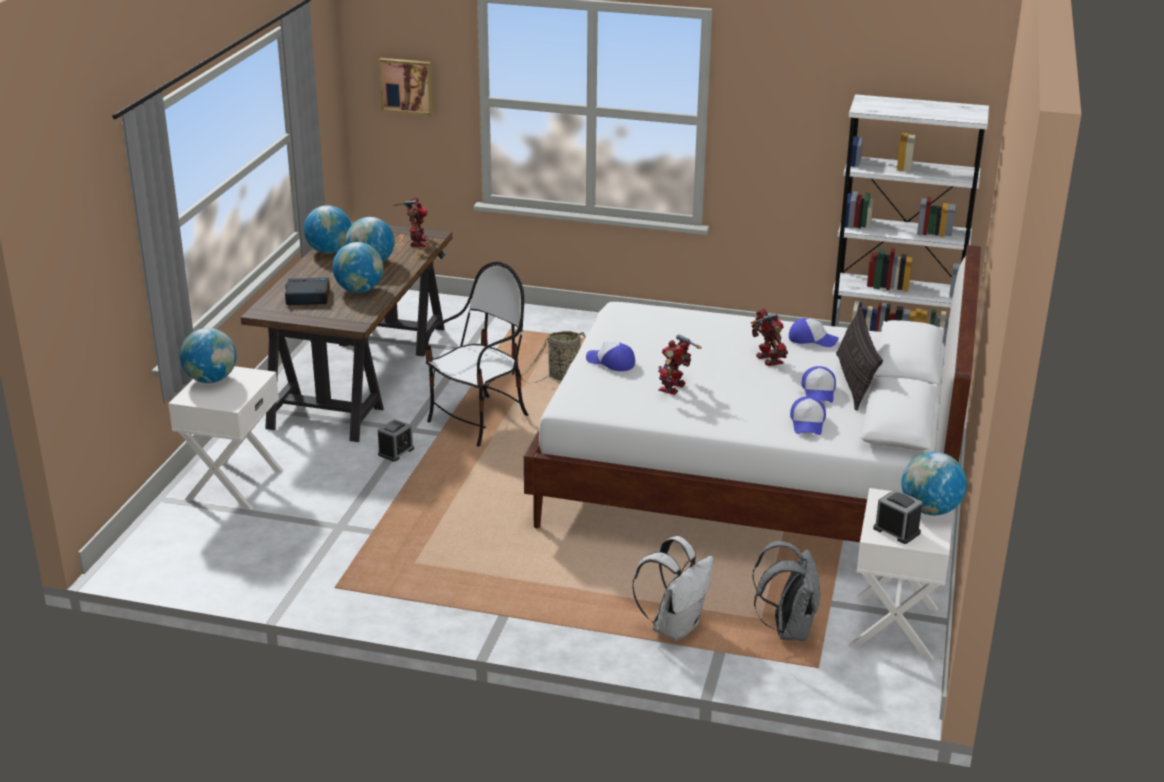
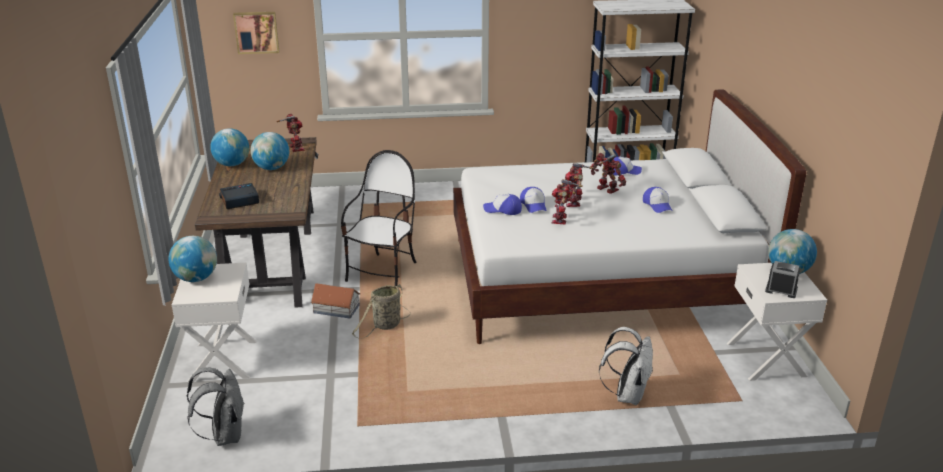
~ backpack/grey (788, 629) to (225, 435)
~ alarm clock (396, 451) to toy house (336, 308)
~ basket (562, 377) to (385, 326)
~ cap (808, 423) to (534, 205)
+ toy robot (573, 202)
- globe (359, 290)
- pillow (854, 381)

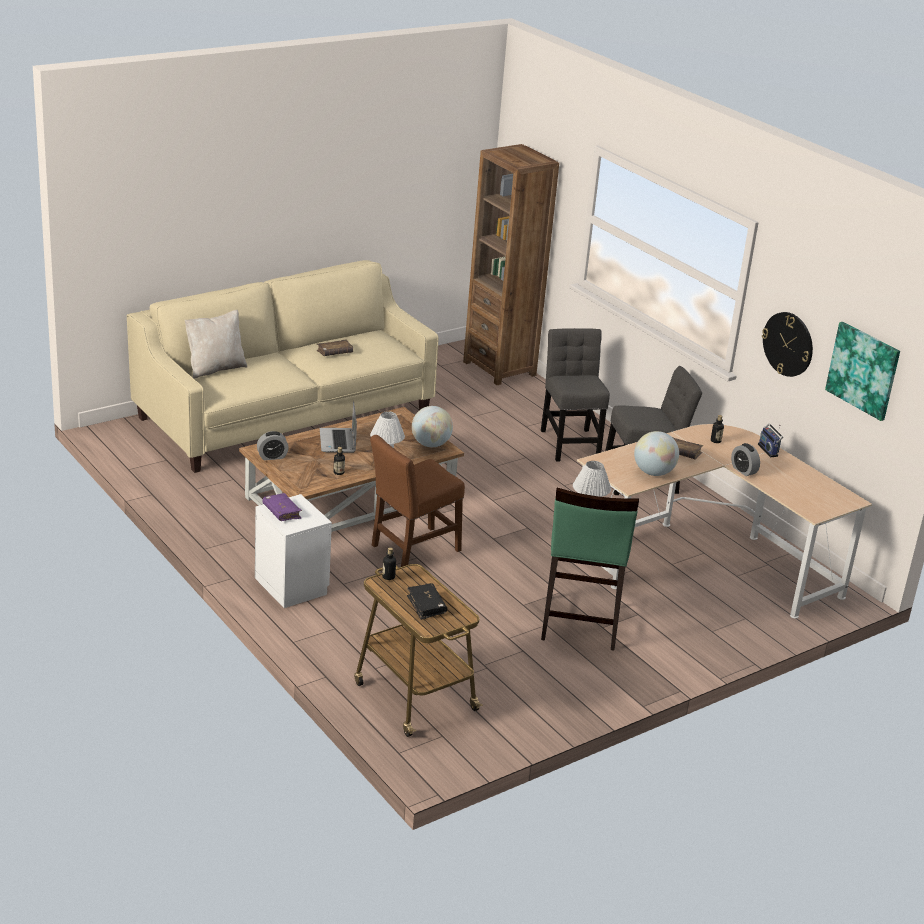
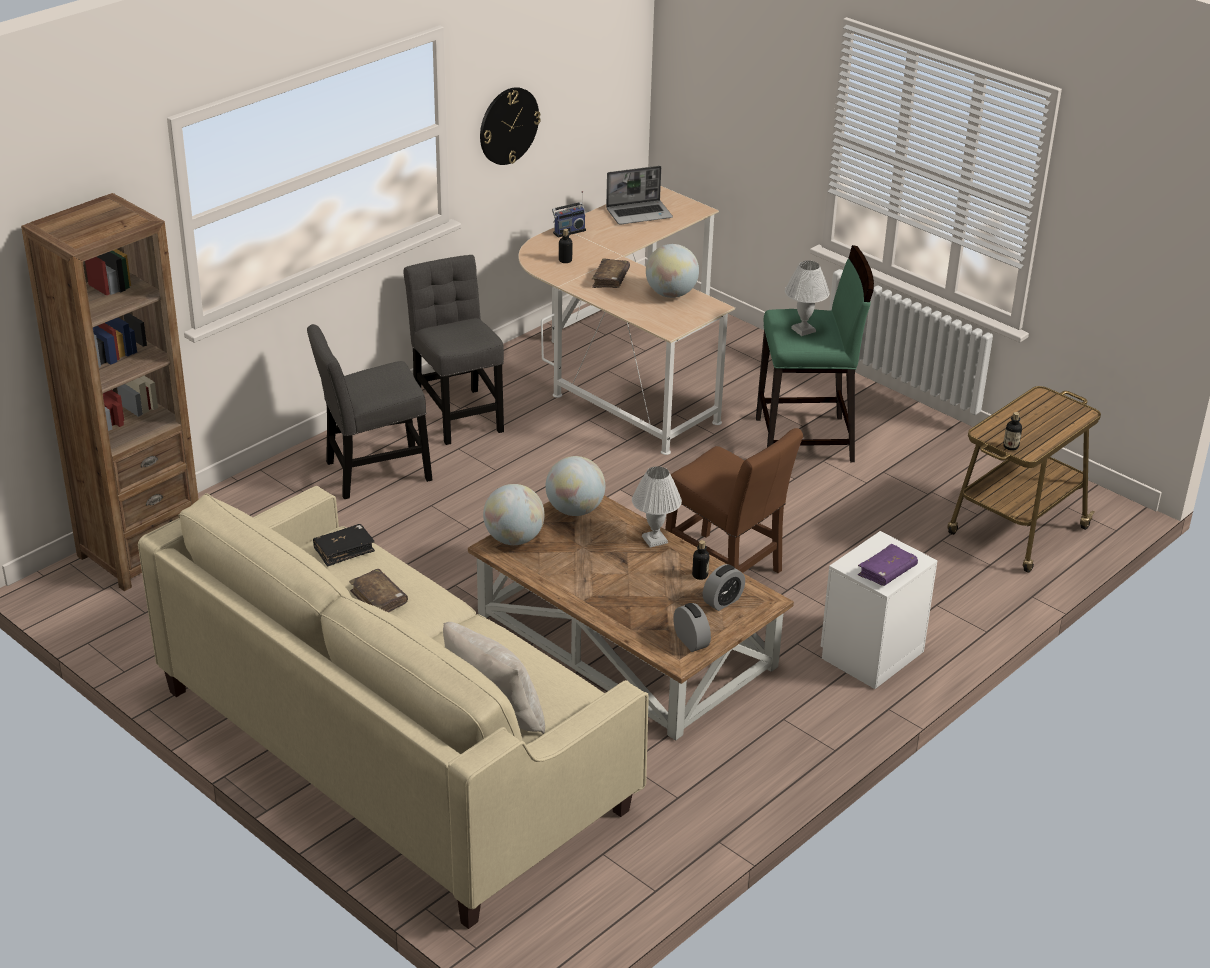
~ book/black (426, 606) to (344, 550)
+ globe (514, 539)
~ laptop (338, 442) to (639, 214)
~ alarm clock (743, 470) to (723, 601)
- picture (863, 370)

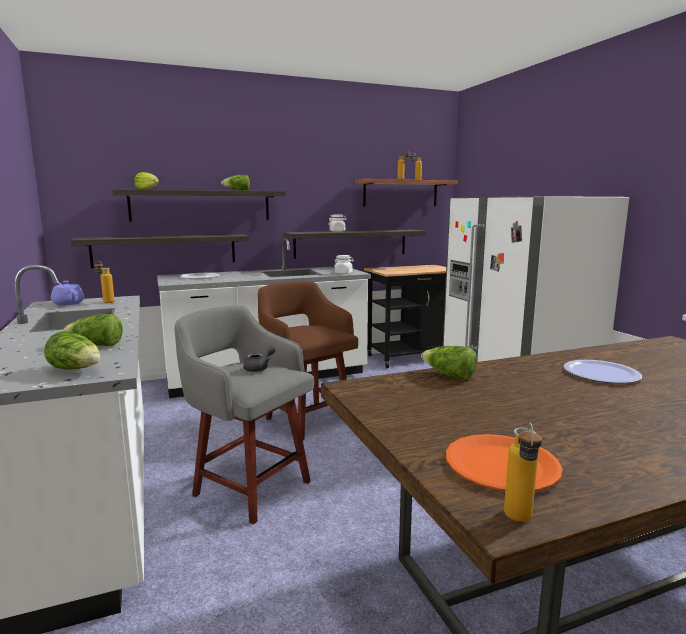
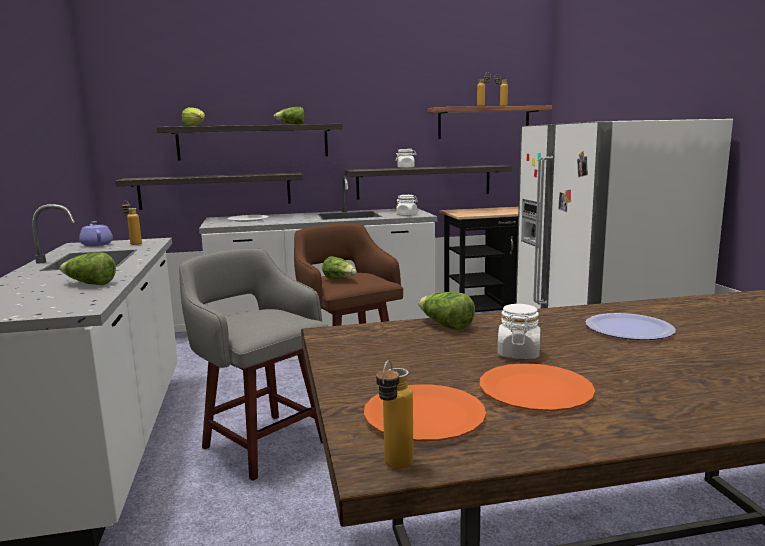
~ lettuce (77, 370) to (340, 279)
+ plate/orange (535, 390)
+ jar/white (518, 353)
- teapot/grey (259, 368)

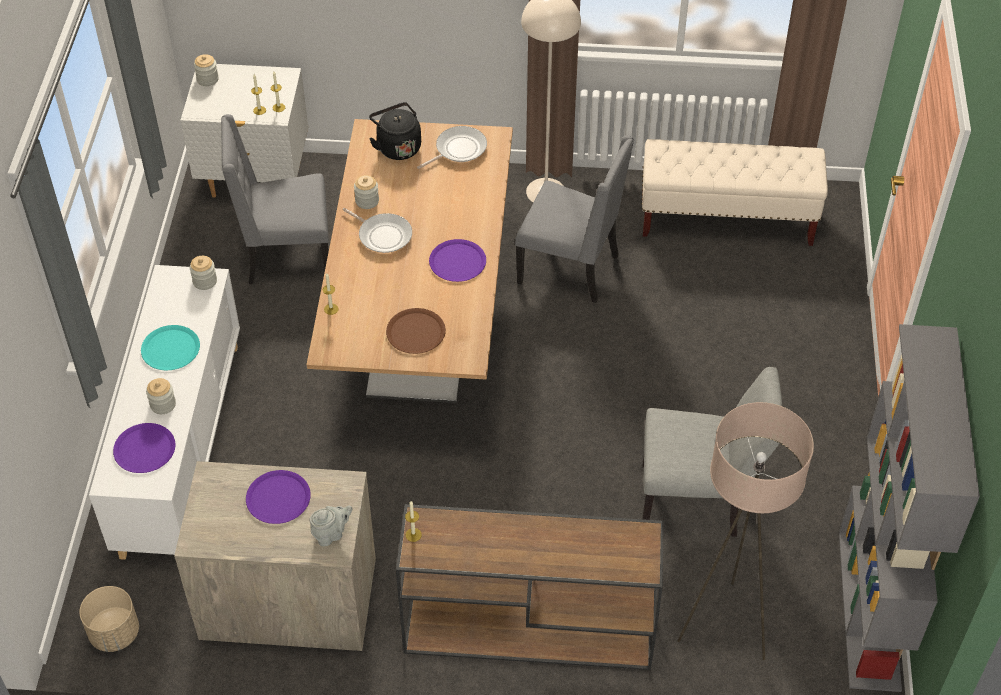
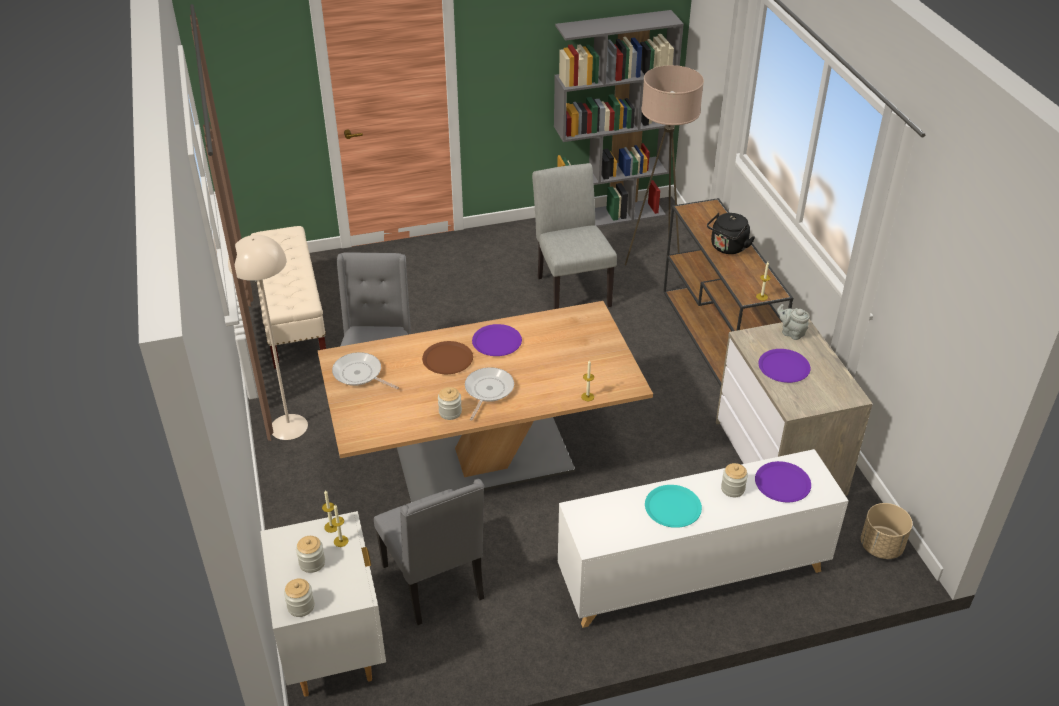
~ jar (205, 281) to (312, 563)
~ plate/brown (416, 332) to (447, 359)
~ kettle/black (397, 146) to (727, 248)

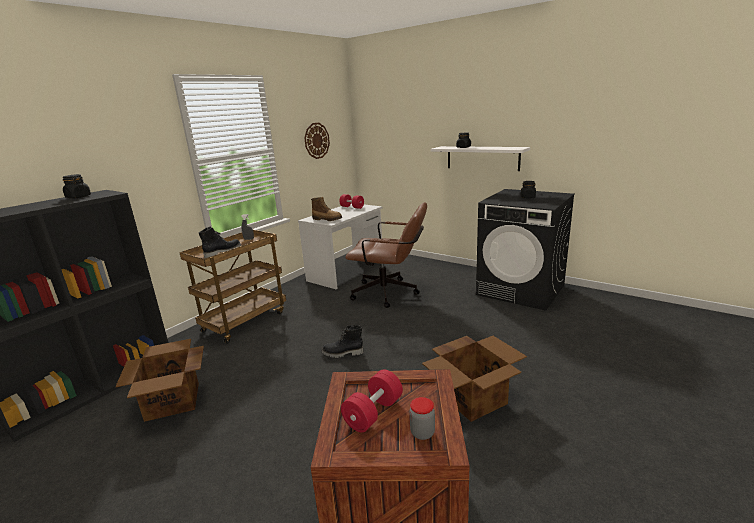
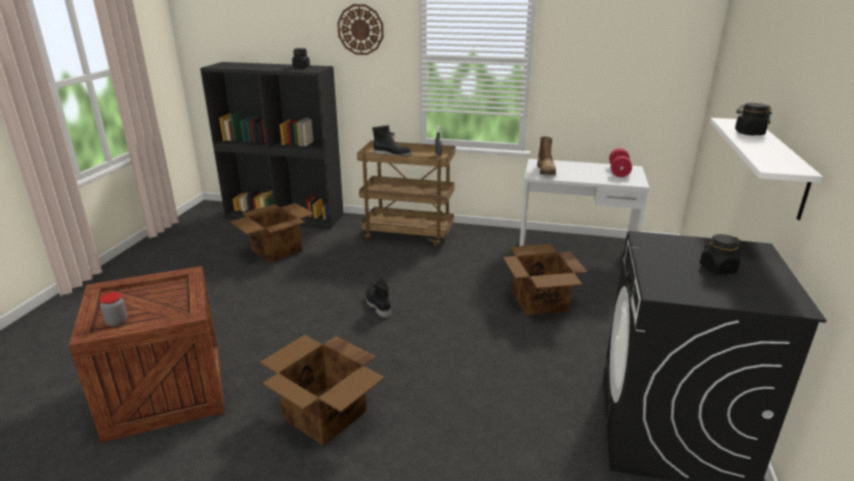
~ wall clock (316, 140) to (360, 29)
~ office chair/brown (390, 293) to cardboard box (540, 302)
- dumbbell/red (373, 413)

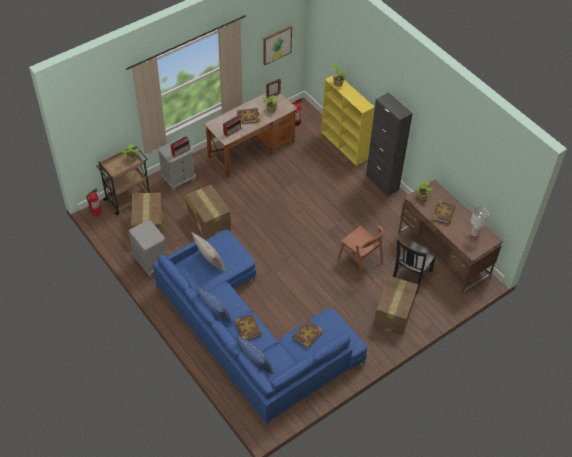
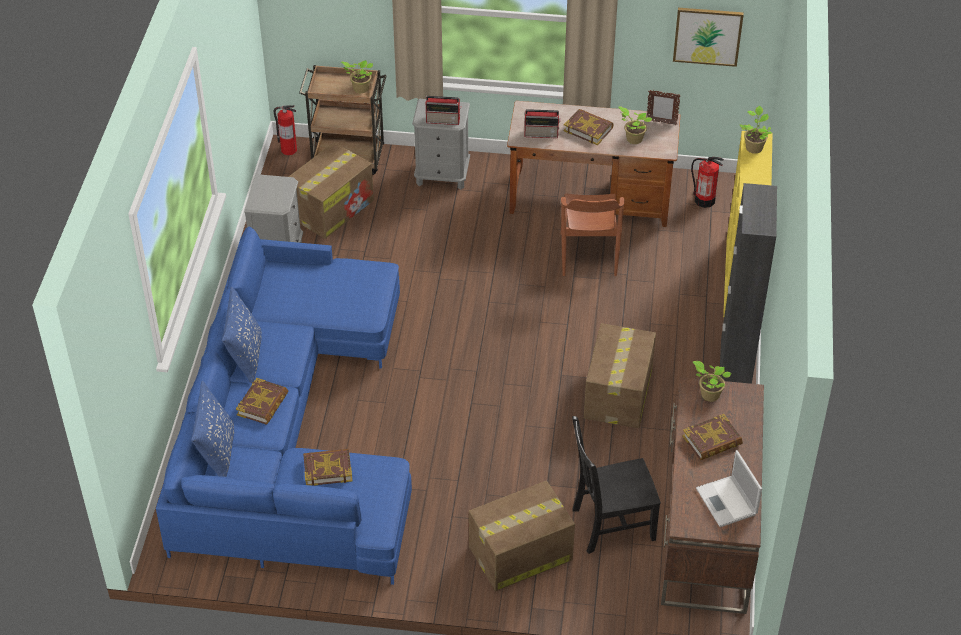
~ chair/brown (360, 261) to (588, 254)
~ cardboard box (209, 221) to (618, 394)
~ table lamp/white (475, 233) to laptop (727, 502)
- pillow/grey (209, 261)

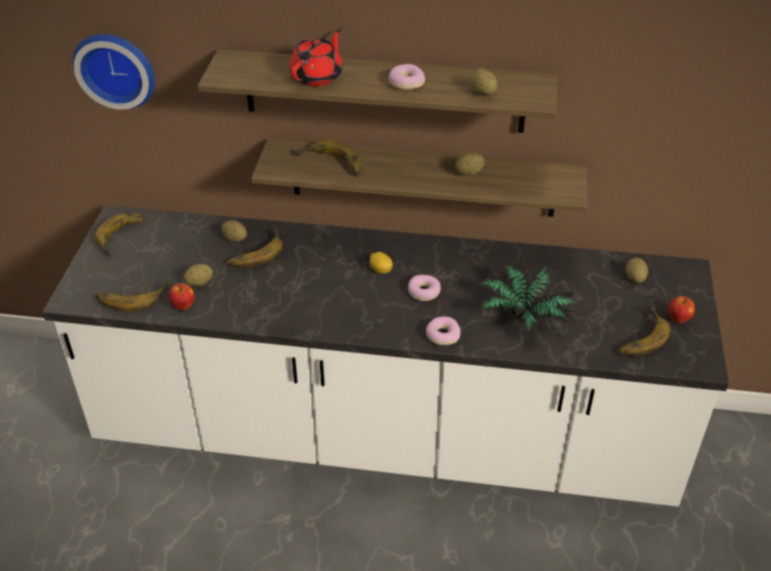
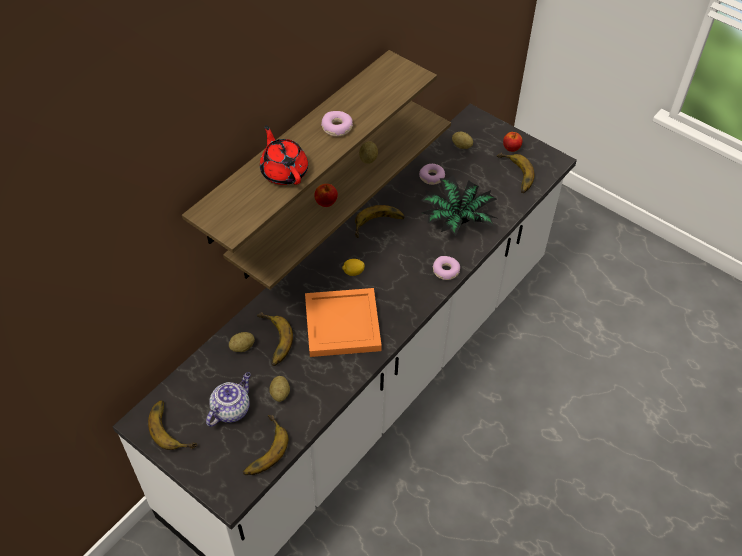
+ teapot (231, 409)
+ tray/orange (341, 323)
~ apple (183, 305) to (326, 202)
~ banana (331, 164) to (379, 226)
~ donut (424, 292) to (432, 177)
- wall clock (116, 68)
- potato (482, 92)

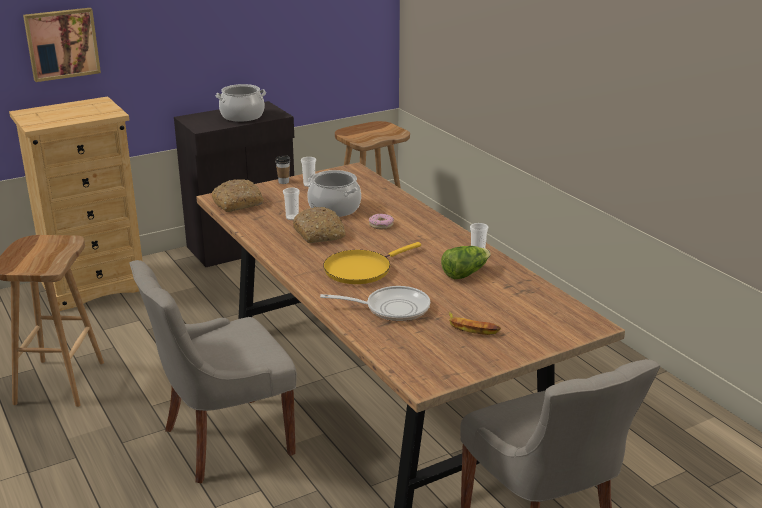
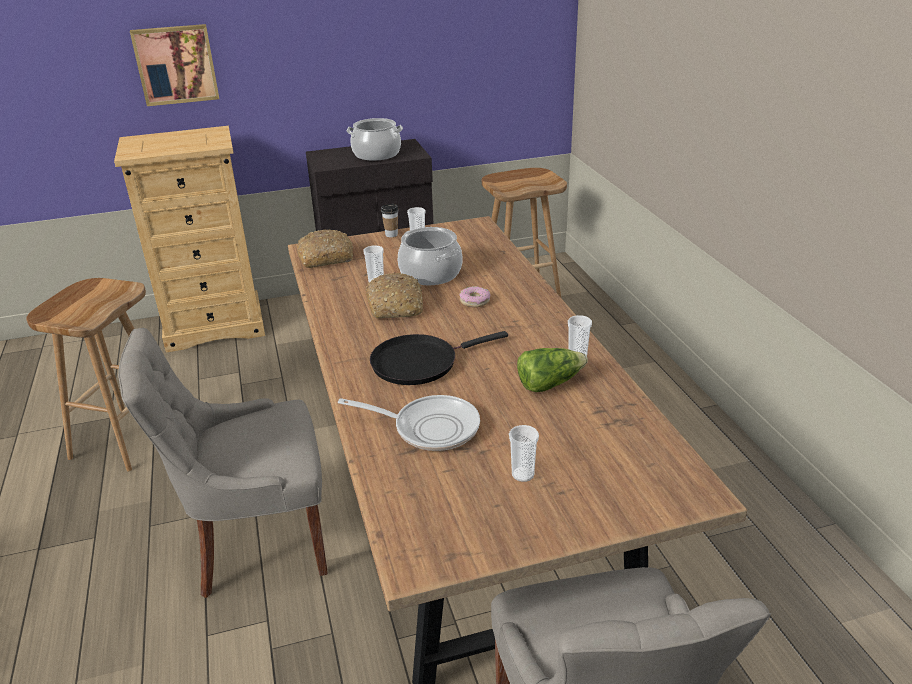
~ frying pan/yellow (361, 269) to frying pan/black (419, 363)
~ banana (472, 328) to cup (523, 474)

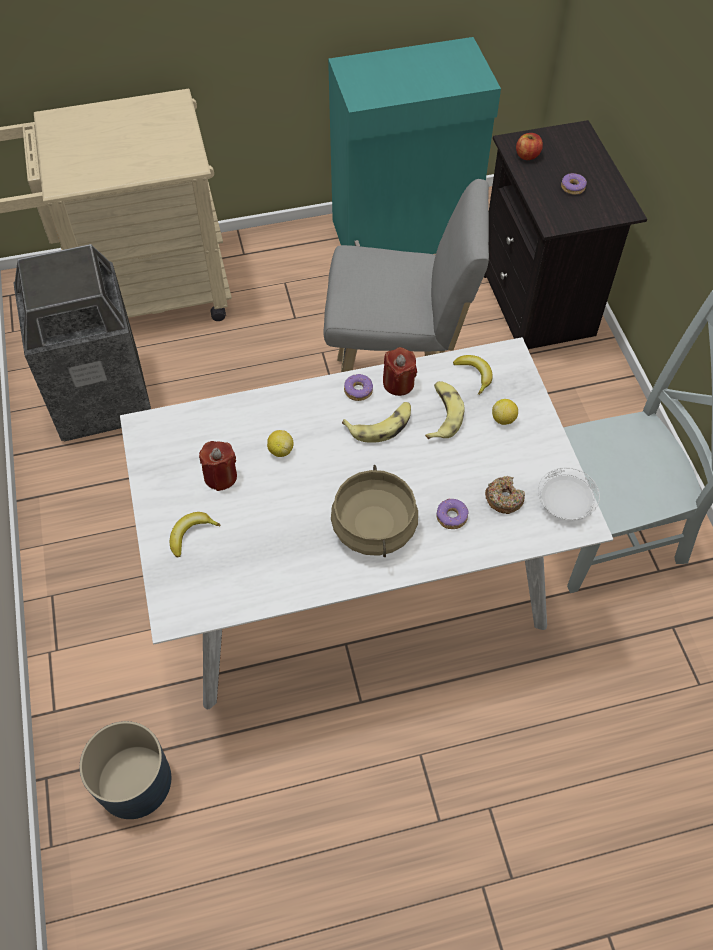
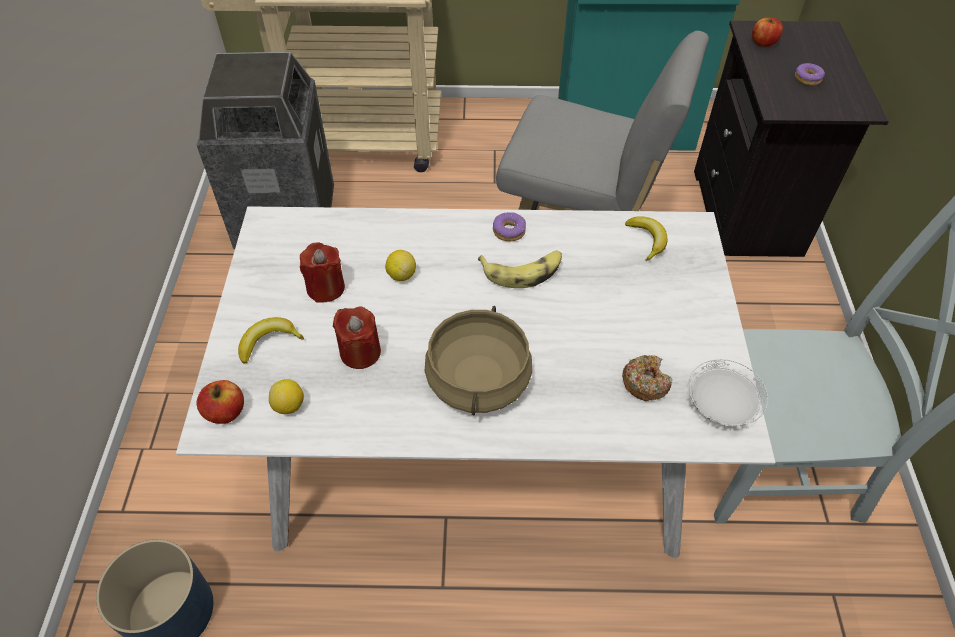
+ apple (225, 412)
~ lemon (503, 419) to (289, 406)
~ candle/red (398, 383) to (360, 352)
- banana (442, 414)
- donut (451, 517)

